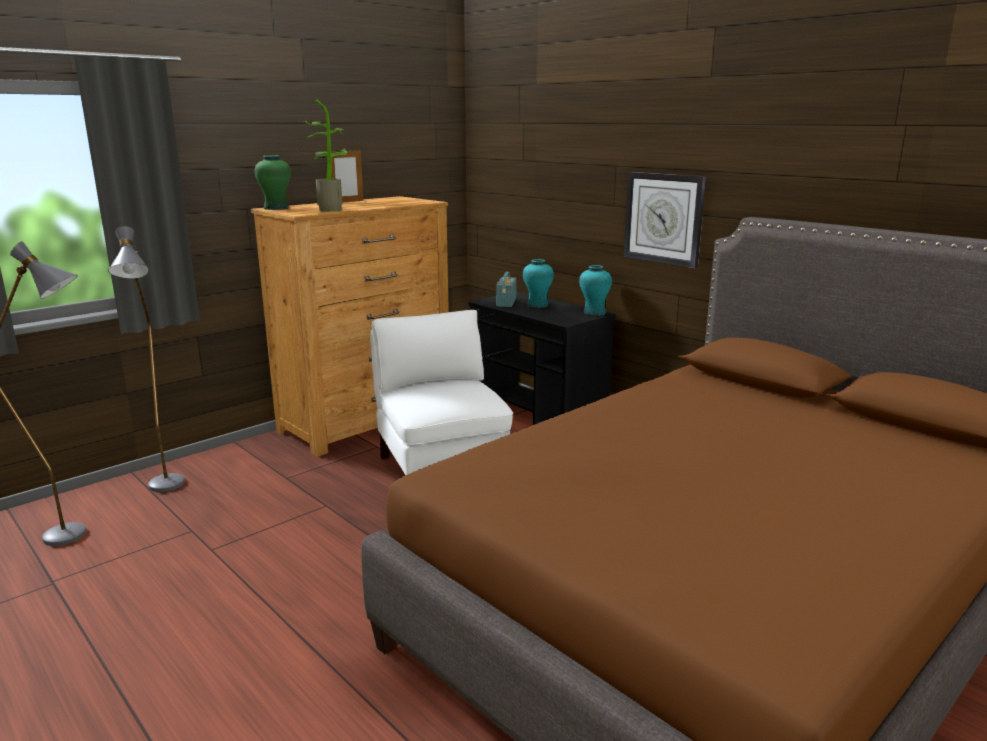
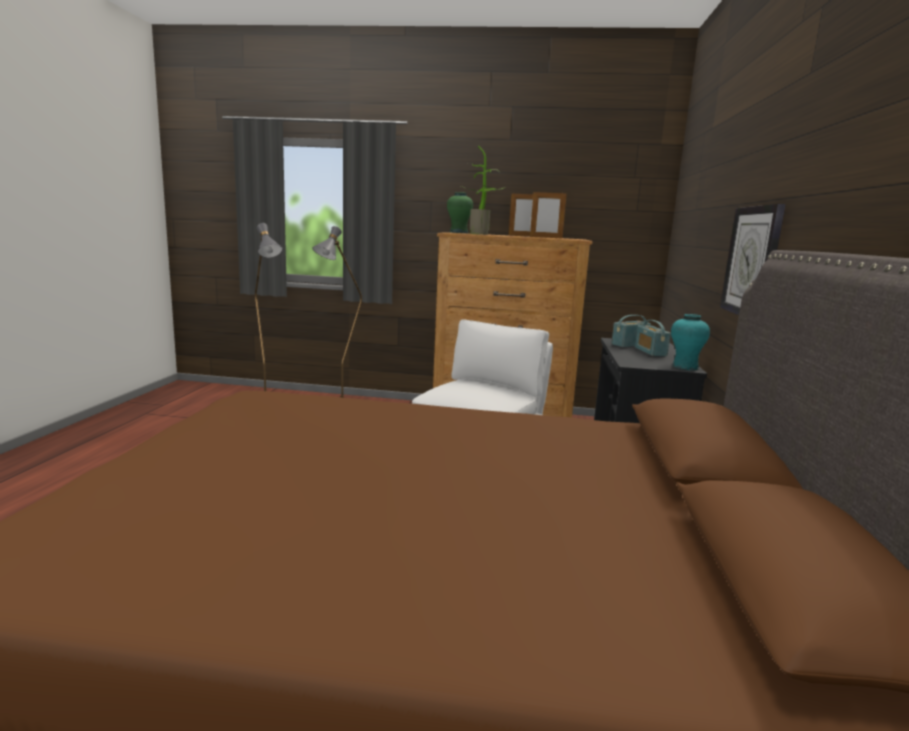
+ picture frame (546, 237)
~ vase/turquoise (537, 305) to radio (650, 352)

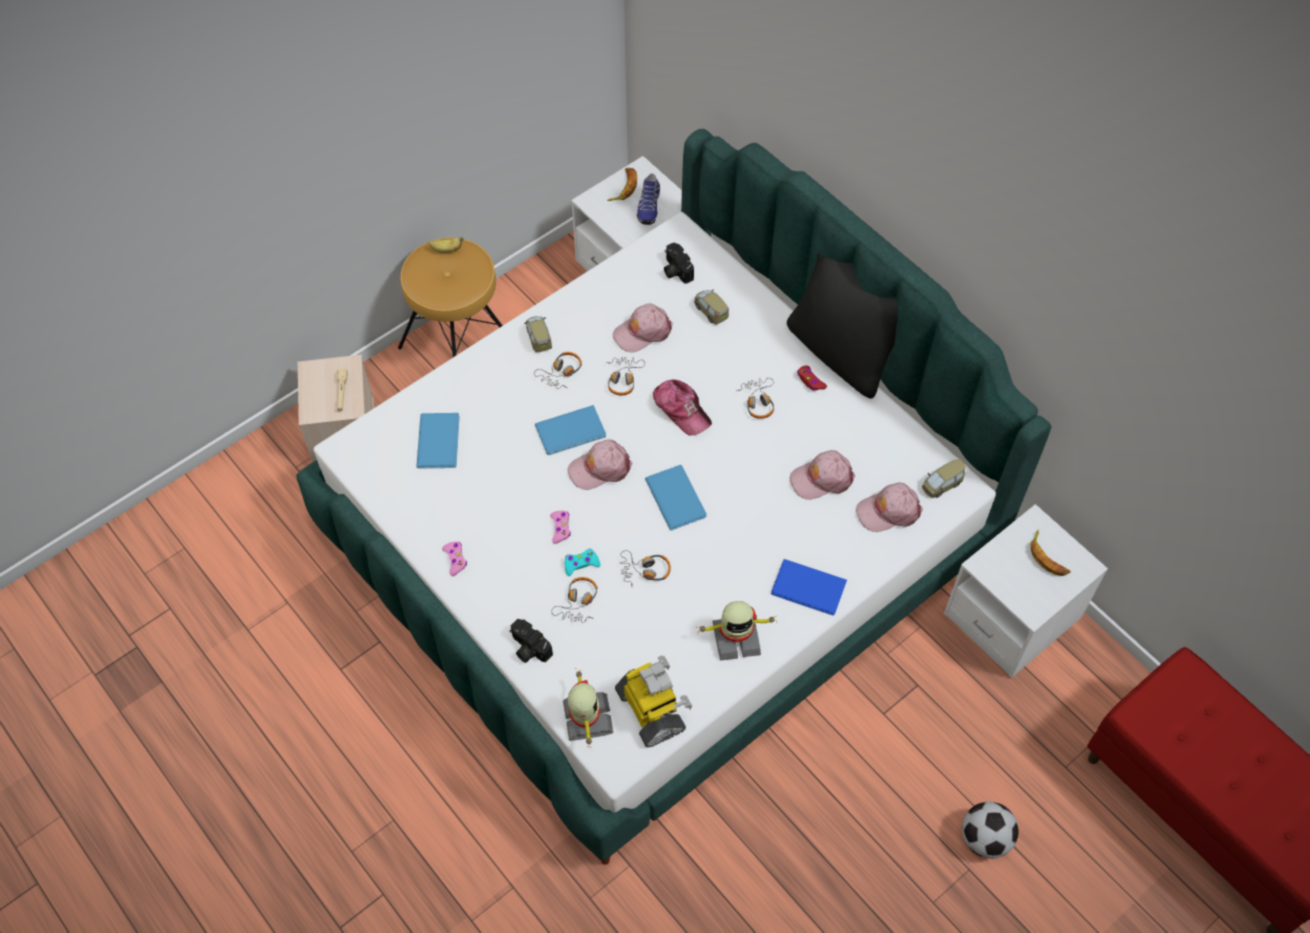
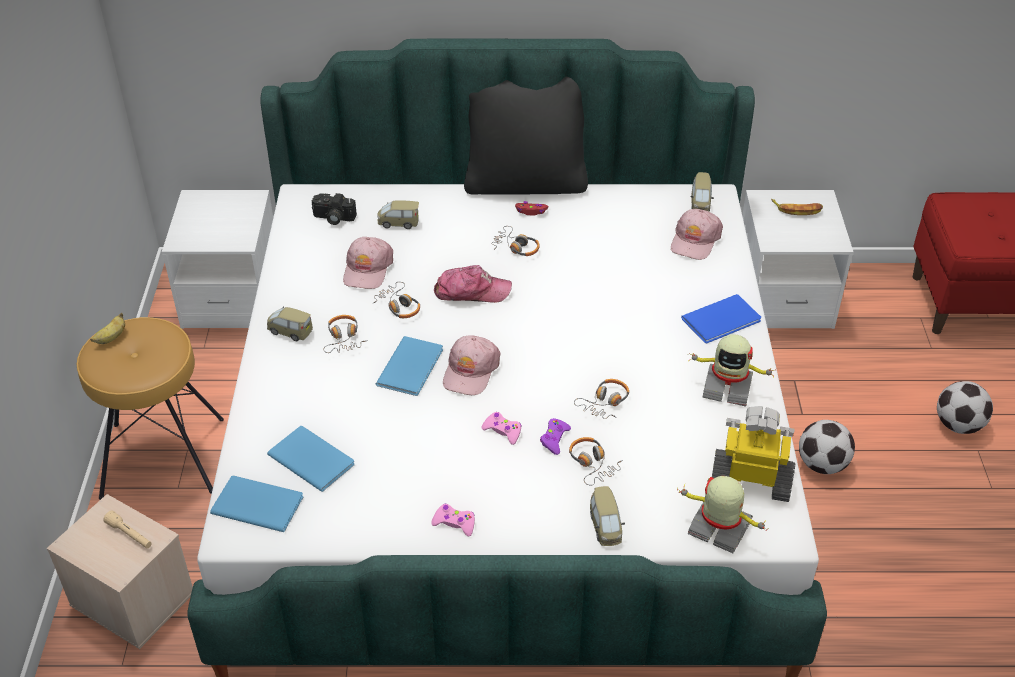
~ book/blue (676, 496) to (256, 503)
~ game controller/turquoise (581, 564) to game controller/purple (554, 439)
~ photo camera (528, 648) to toy car (605, 526)
~ toy robot (736, 637) = (727, 387) 75 degrees clockwise
+ football (822, 464)
- banana (623, 187)
- shoe (648, 207)
- cap/pink (821, 478)

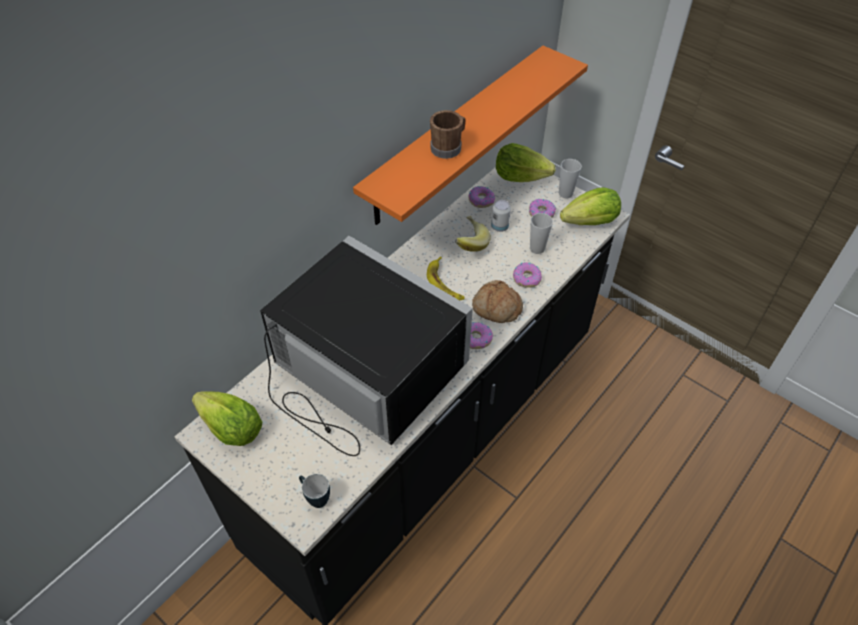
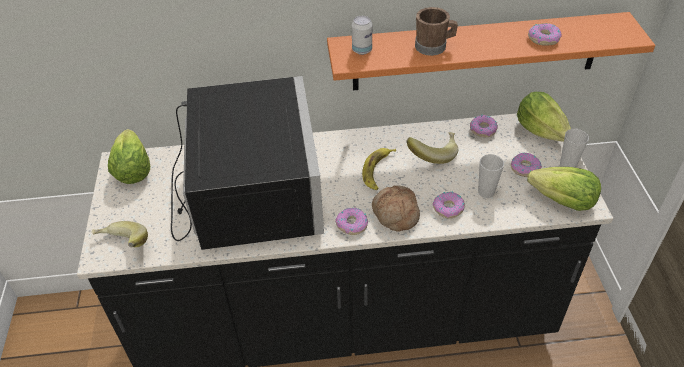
~ mug (315, 498) to banana (122, 247)
~ can (499, 227) to (362, 50)
+ donut (543, 38)

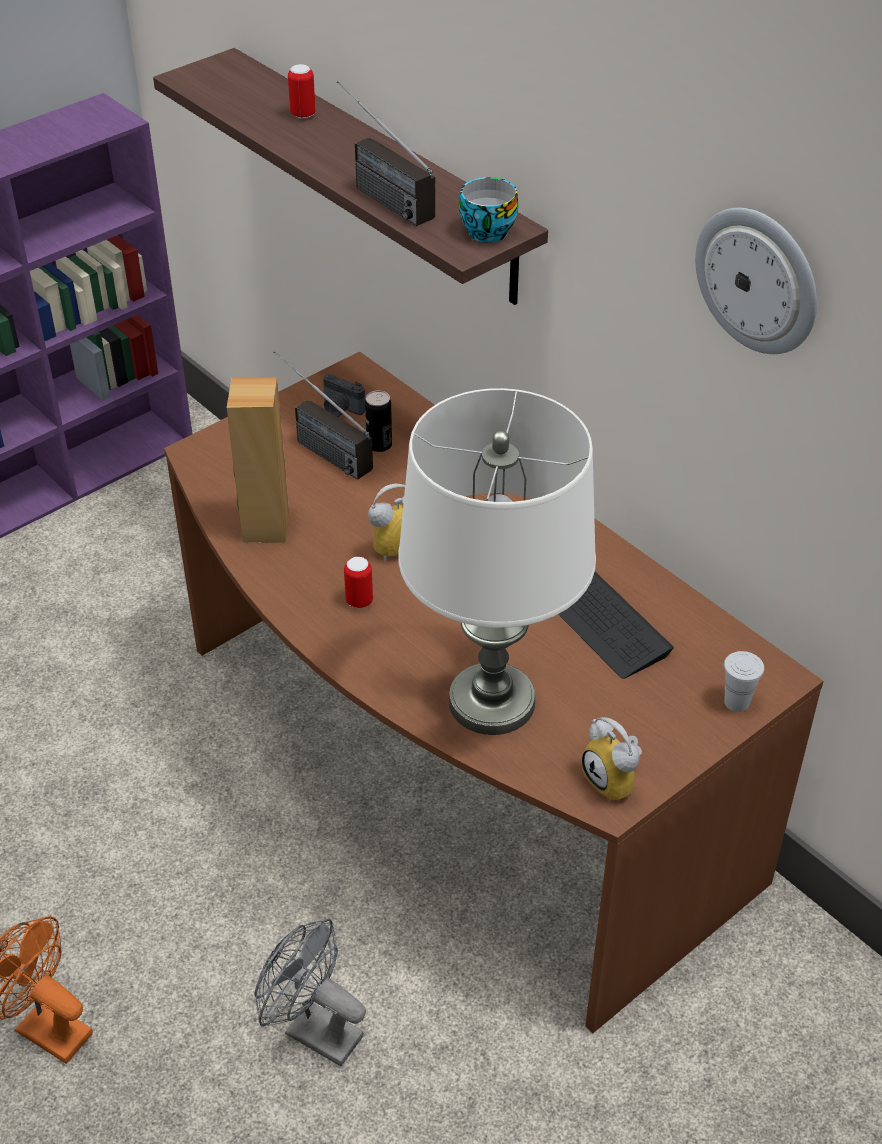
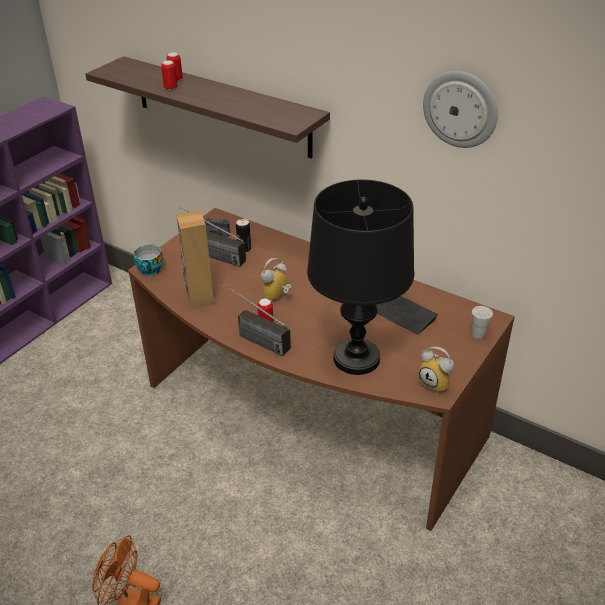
~ cup (485, 231) to (148, 269)
+ can (170, 88)
~ radio (376, 193) to (252, 338)
~ table lamp/white (491, 701) to table lamp/black (356, 358)
- fan/grey (313, 1030)

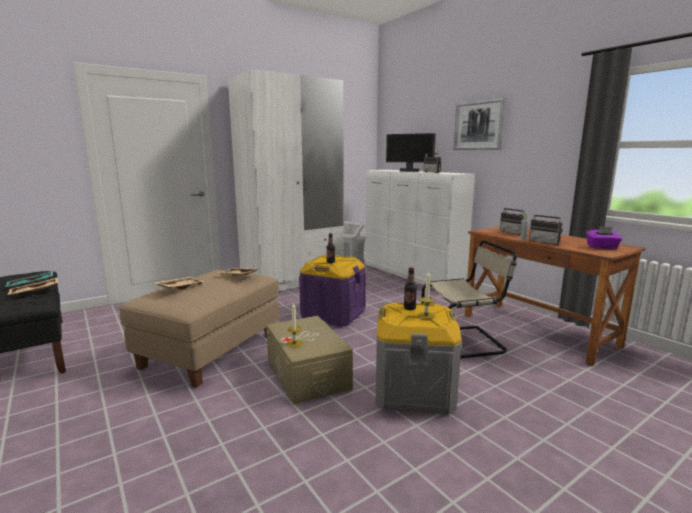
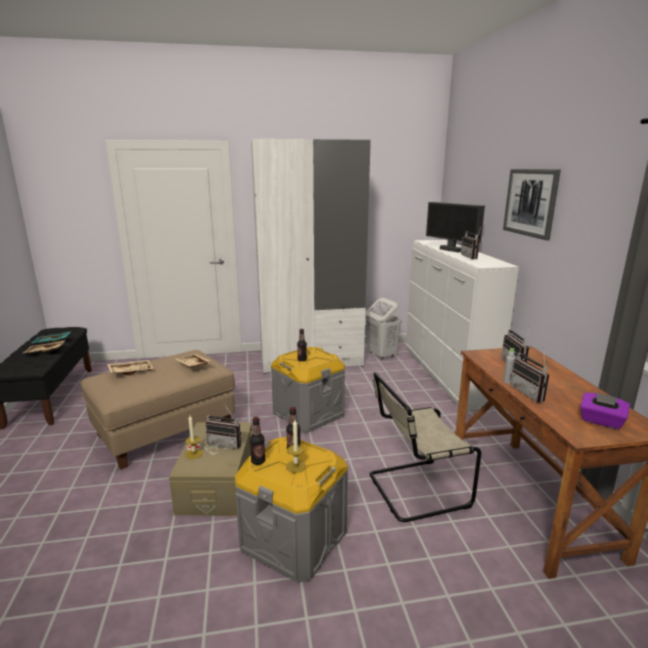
+ radio (226, 443)
+ bottle (258, 461)
~ storage box/purple (333, 314) to storage box/grey (308, 413)
~ chair/beige (464, 342) = (414, 490) 150 degrees clockwise

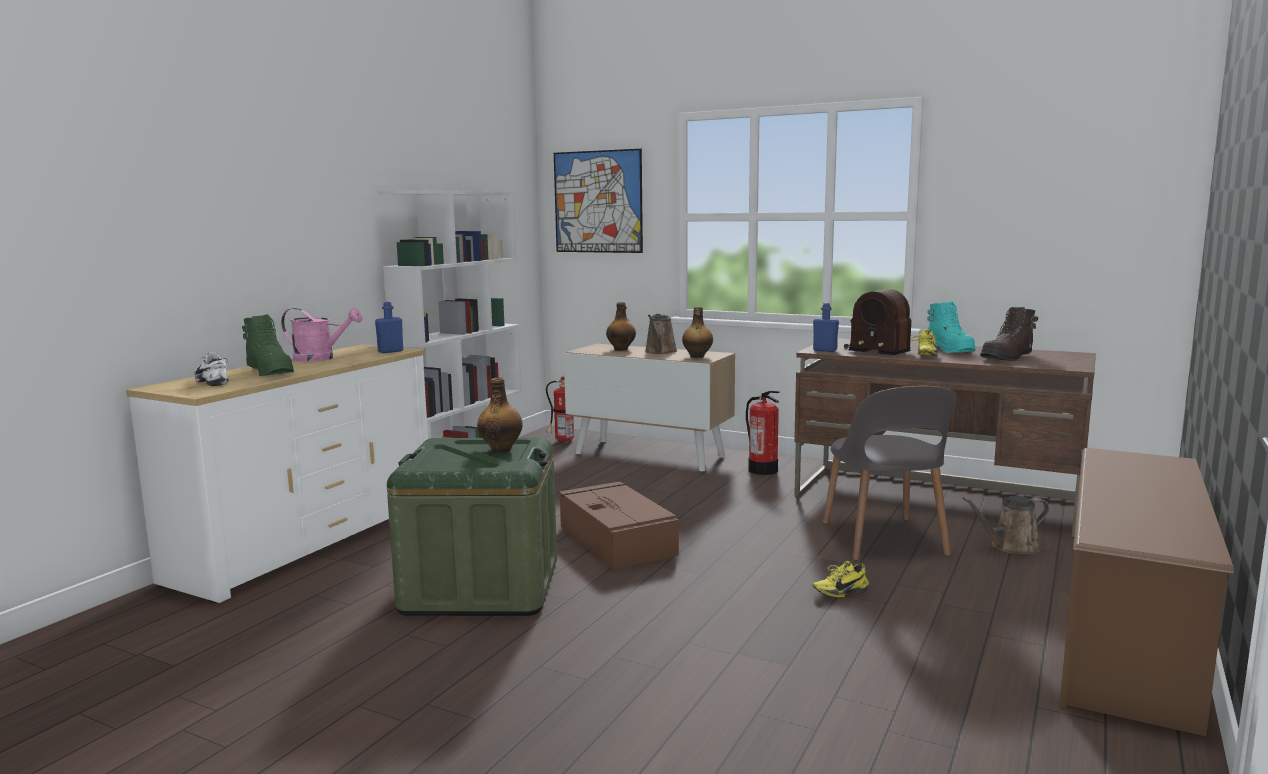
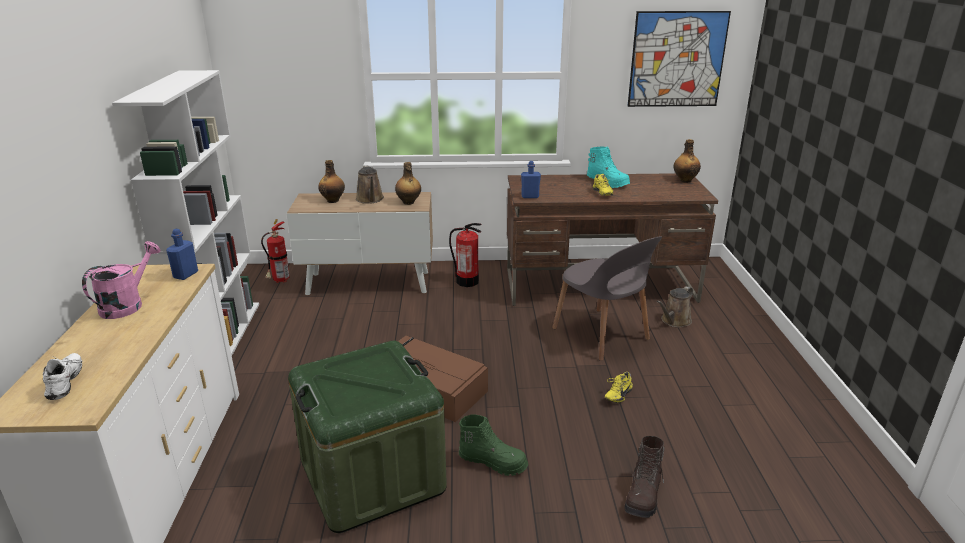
~ shoe/white (214, 382) = (68, 382) 60 degrees clockwise
~ watering can/pink (321, 358) = (127, 305) 45 degrees counterclockwise
~ boot/green (270, 372) to (493, 462)
~ boot/brown (1008, 358) to (643, 495)
~ picture (598, 202) to (677, 59)
~ bottle (501, 449) to (685, 180)
- radio (876, 349)
- shoe rack/brown (1127, 641)

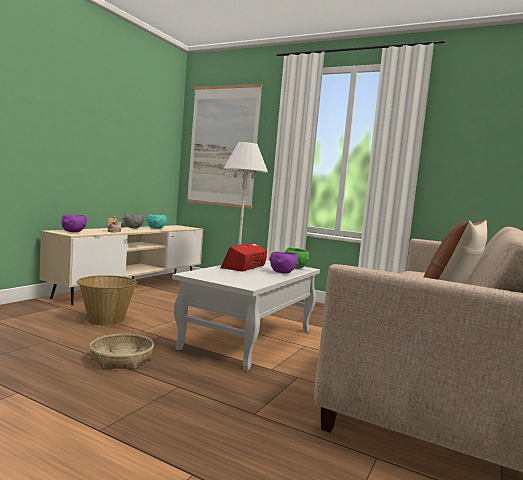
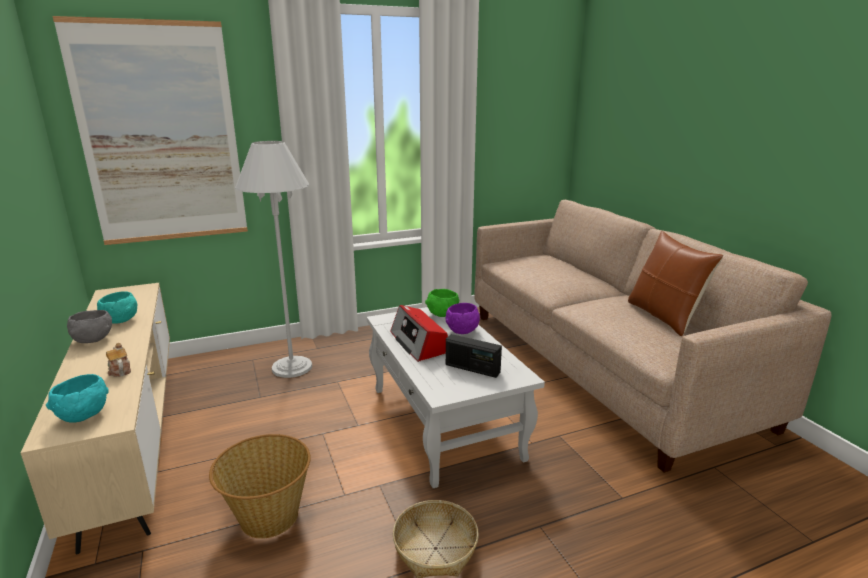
~ bowl/purple (73, 232) to bowl/turquoise (84, 415)
+ radio (472, 368)

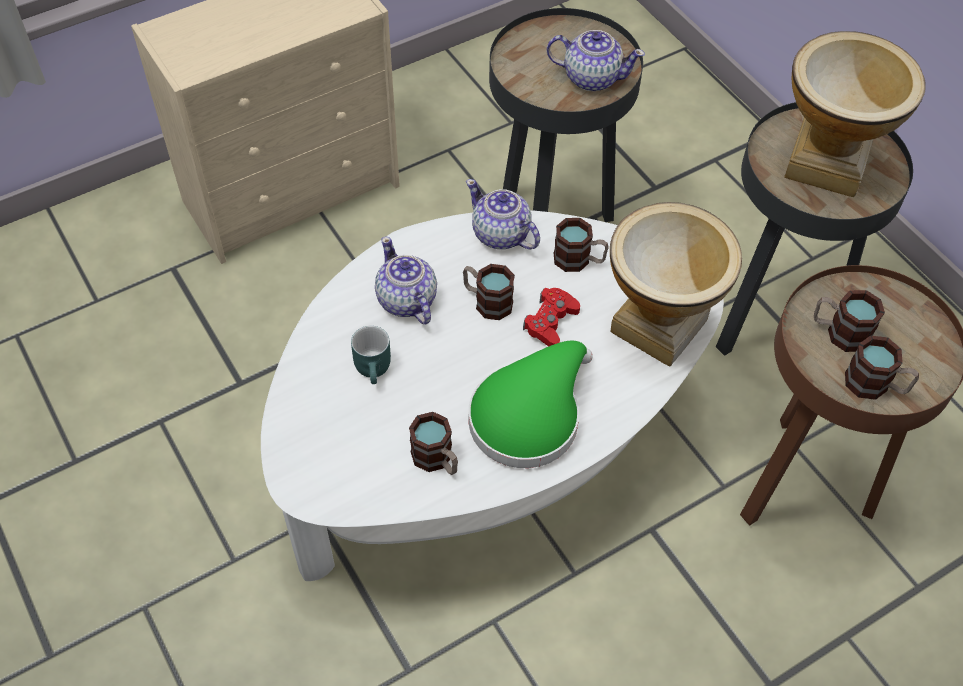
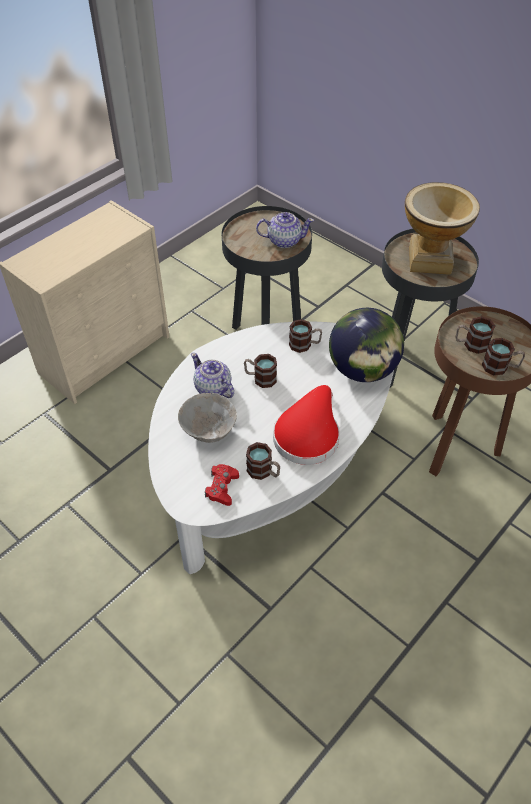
~ mug/turquoise (375, 369) to bowl/grey (209, 430)
~ game controller/red (550, 322) to (222, 488)
~ hat/green (529, 415) to hat/red (308, 434)
~ vase (658, 327) to globe (362, 370)
- teapot (501, 235)

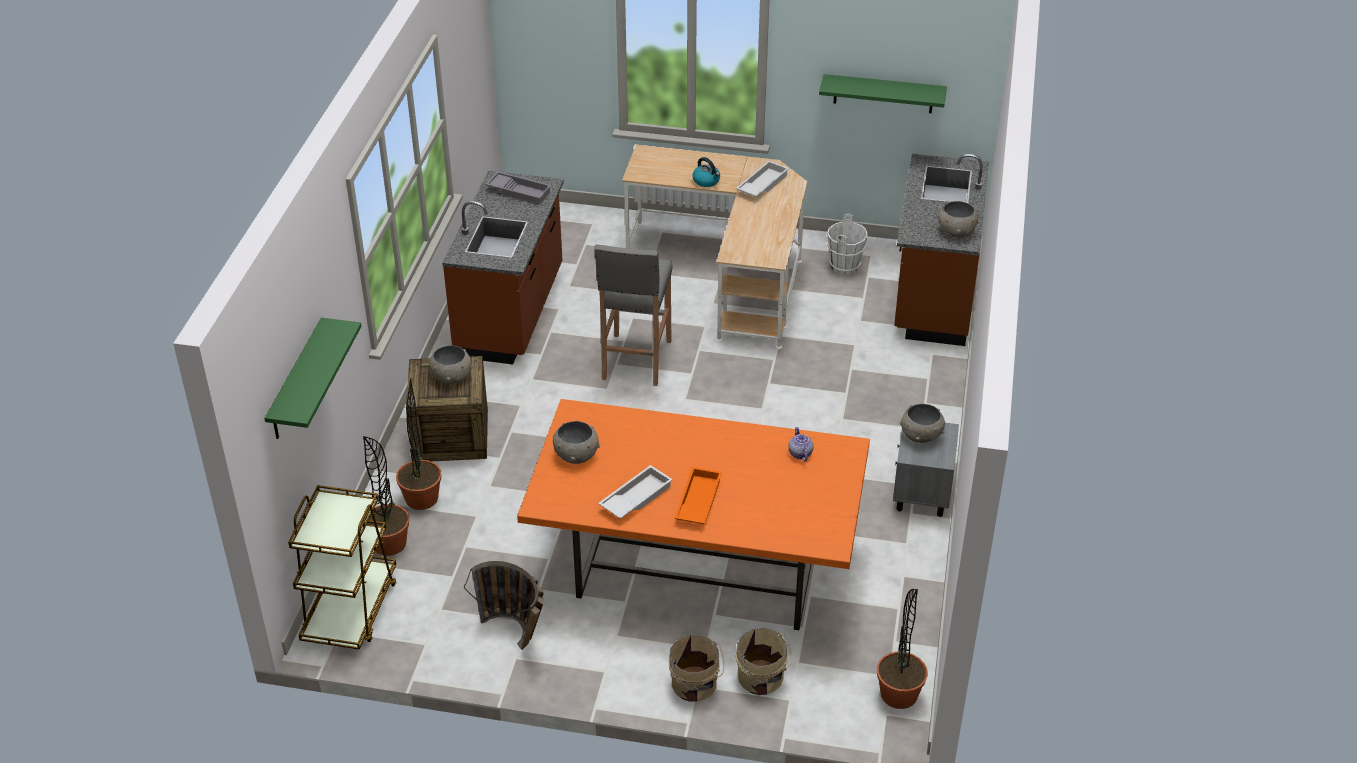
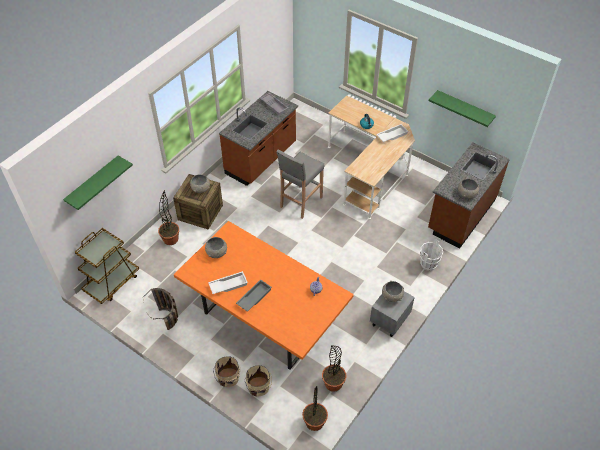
~ tray/orange (697, 501) to tray/grey (254, 297)
~ potted plant (389, 543) to (333, 383)
~ bucket/white (845, 267) to (428, 264)

